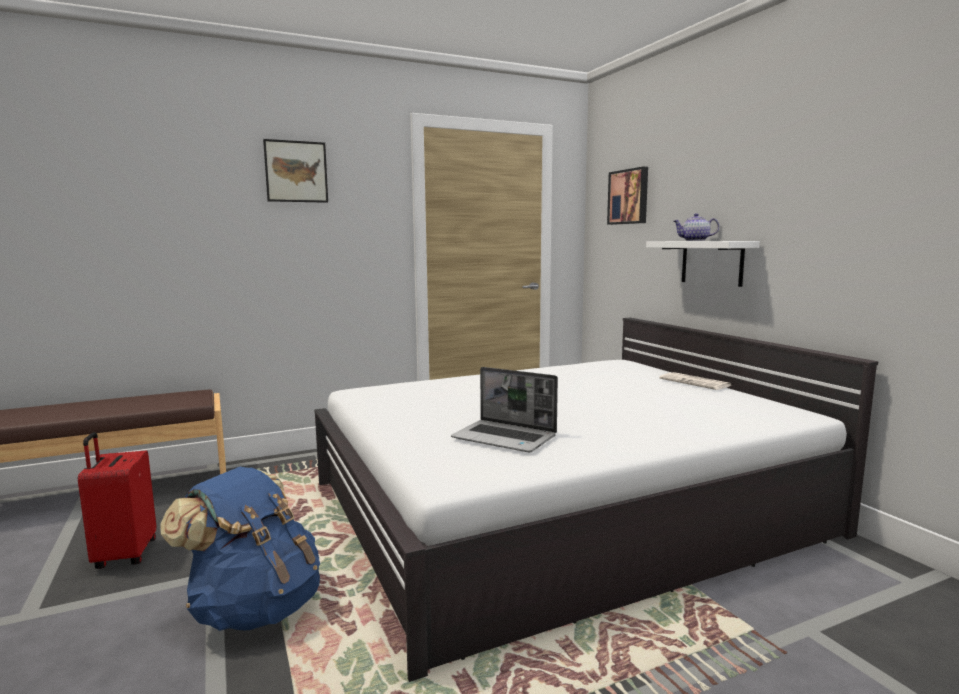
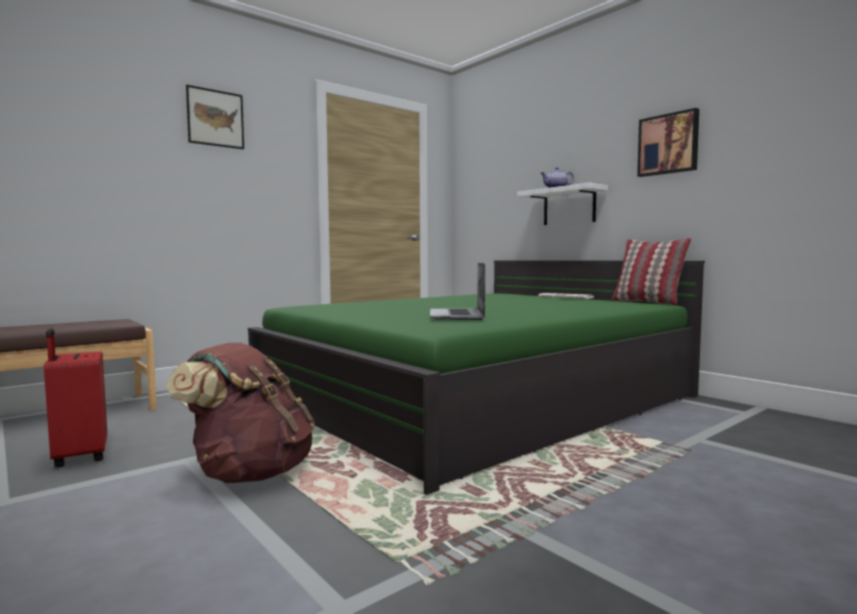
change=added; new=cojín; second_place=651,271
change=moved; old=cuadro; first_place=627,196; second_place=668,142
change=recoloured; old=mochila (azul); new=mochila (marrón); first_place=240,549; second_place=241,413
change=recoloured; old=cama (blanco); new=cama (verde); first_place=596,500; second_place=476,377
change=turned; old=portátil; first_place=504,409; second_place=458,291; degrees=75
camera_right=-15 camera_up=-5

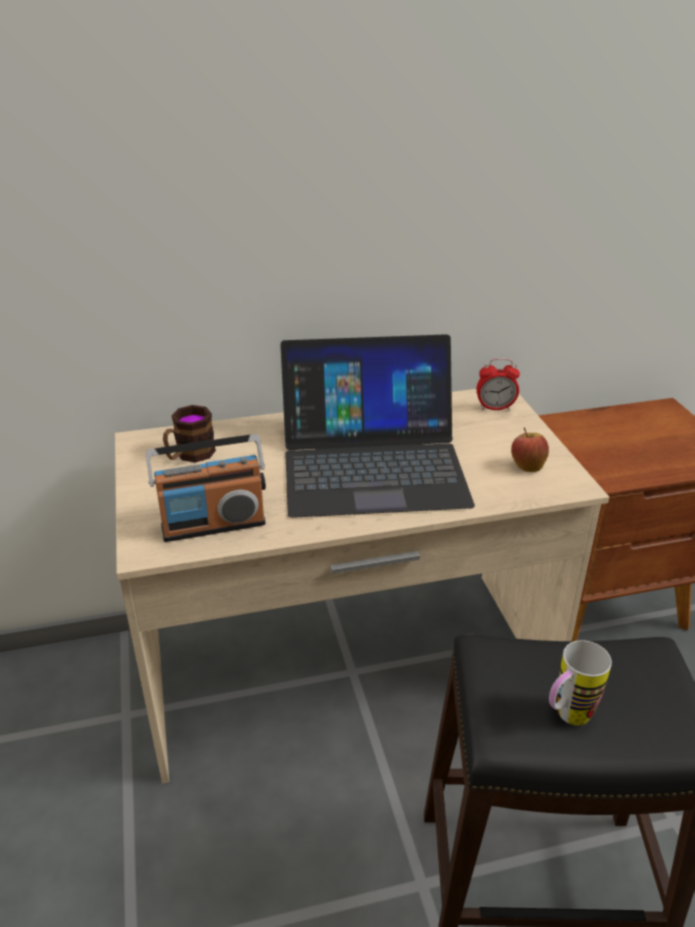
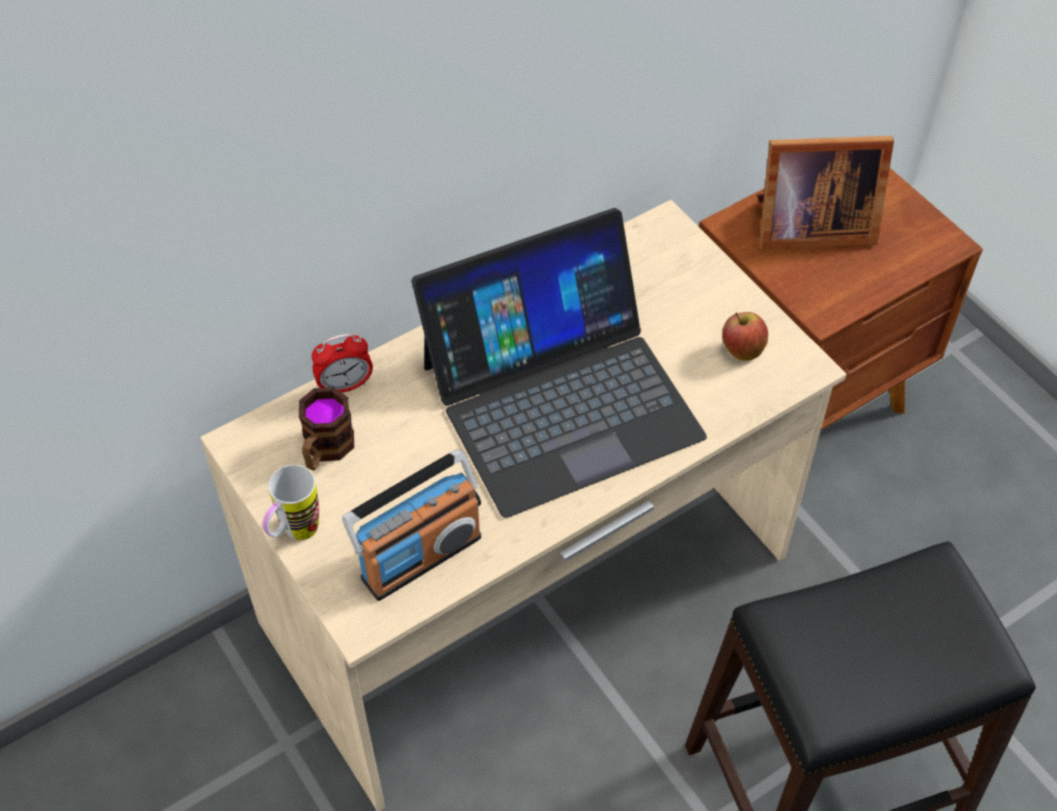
change=added; new=portarretratos; second_place=825,193
change=moved; old=despertador; first_place=498,384; second_place=342,363
change=moved; old=taza grande; first_place=580,683; second_place=290,502
camera_right=-20 camera_up=20

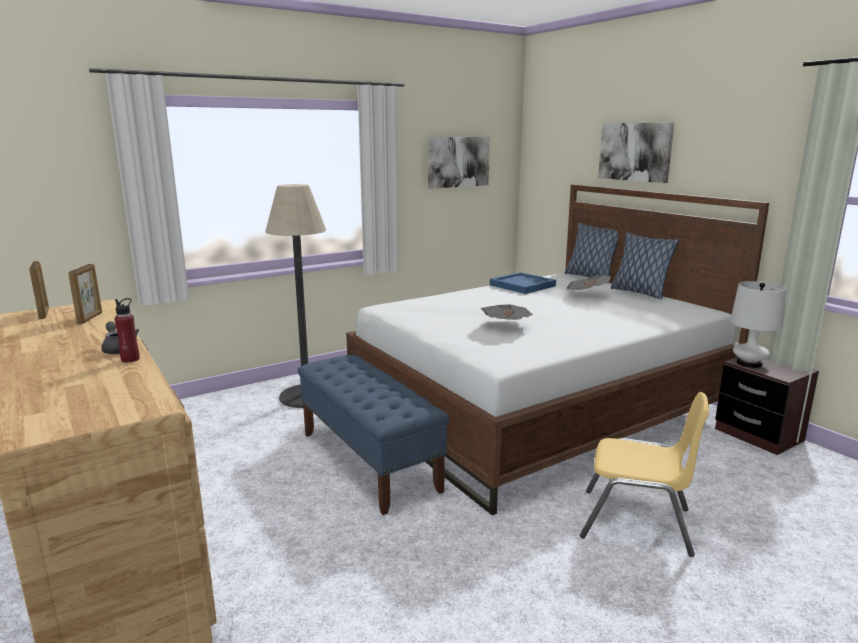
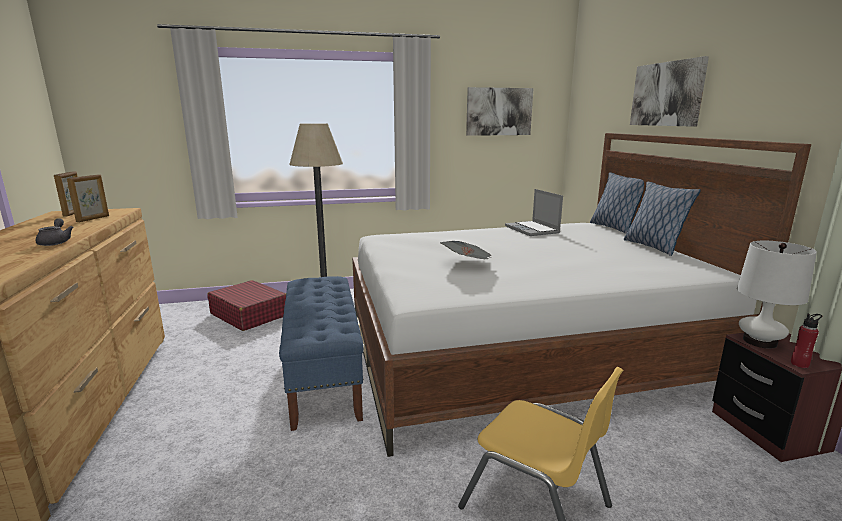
change=removed; old=periódico; first_place=588,282
change=added; new=maleta (rojo); second_place=246,305
change=moved; old=botella (rojo); first_place=127,330; second_place=806,341
change=replaced; old=bandeja (azul); new=portátil; first_place=523,283; second_place=534,212
camera_right=20 camera_up=0

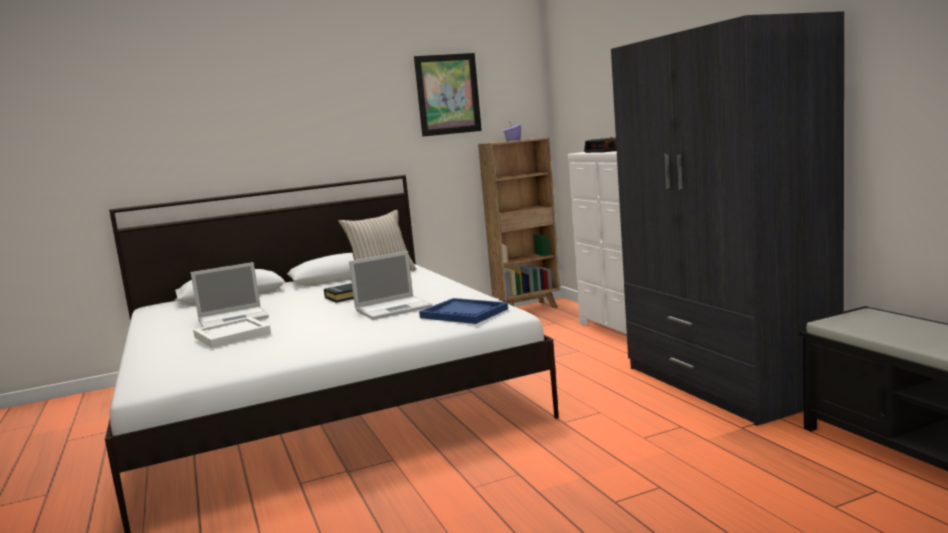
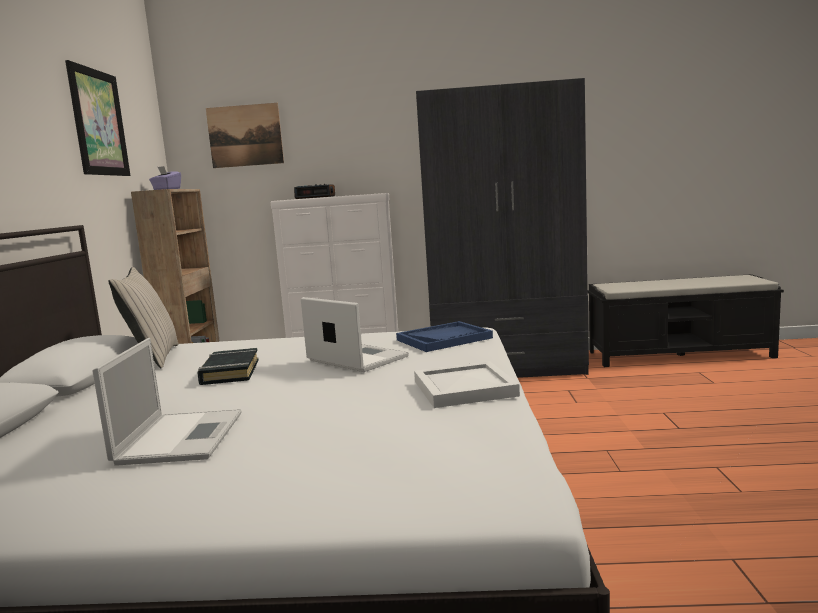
change=added; new=cuadro; second_place=245,135
change=moved; old=bandeja (blanco); first_place=232,332; second_place=467,384
change=turned; old=portátil; first_place=390,285; second_place=355,334; degrees=-45
camera_right=-65 camera_up=0

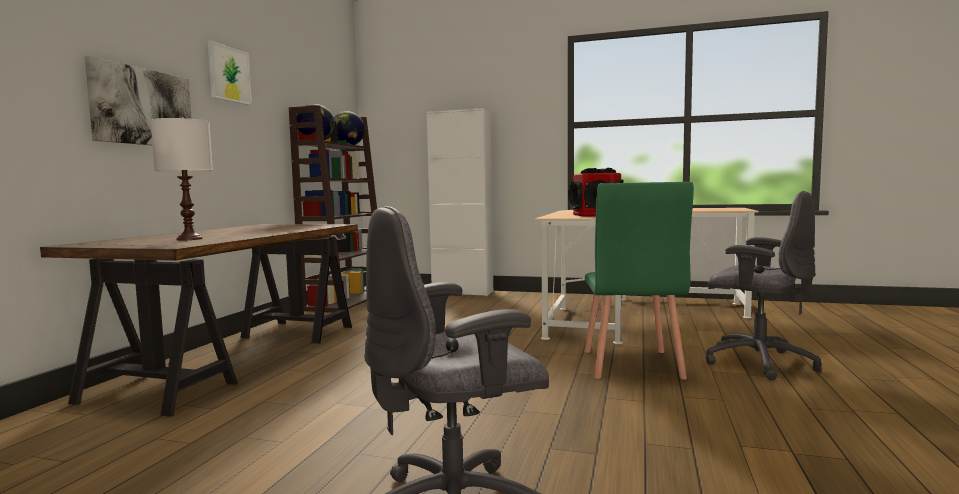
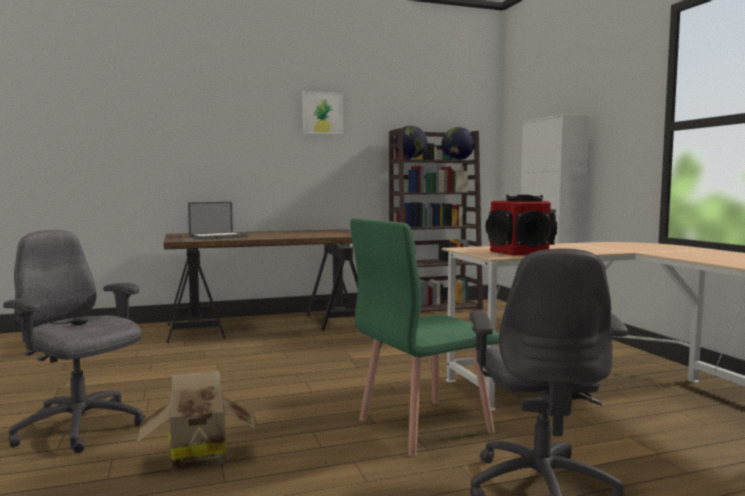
change=removed; old=cuadro; first_place=138,101
change=added; new=caja de cartón; second_place=195,420
change=replaced; old=lámpara de mesa (blanco); new=portátil; first_place=182,178; second_place=218,221
camera_right=55 camera_up=0

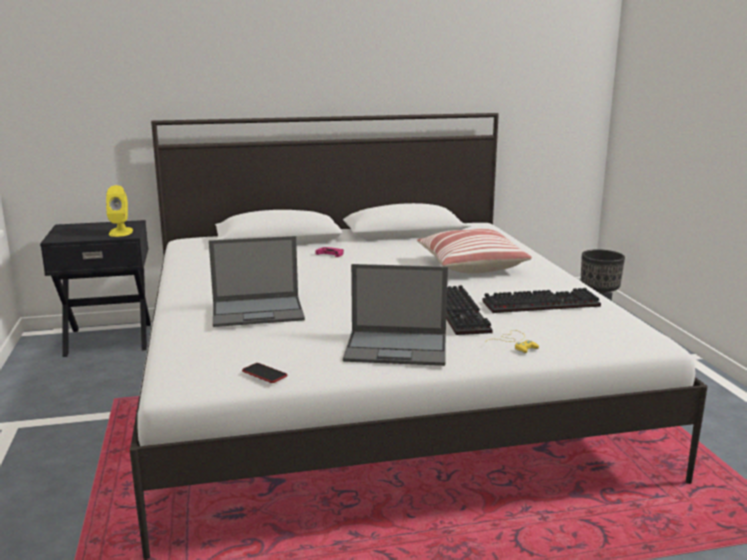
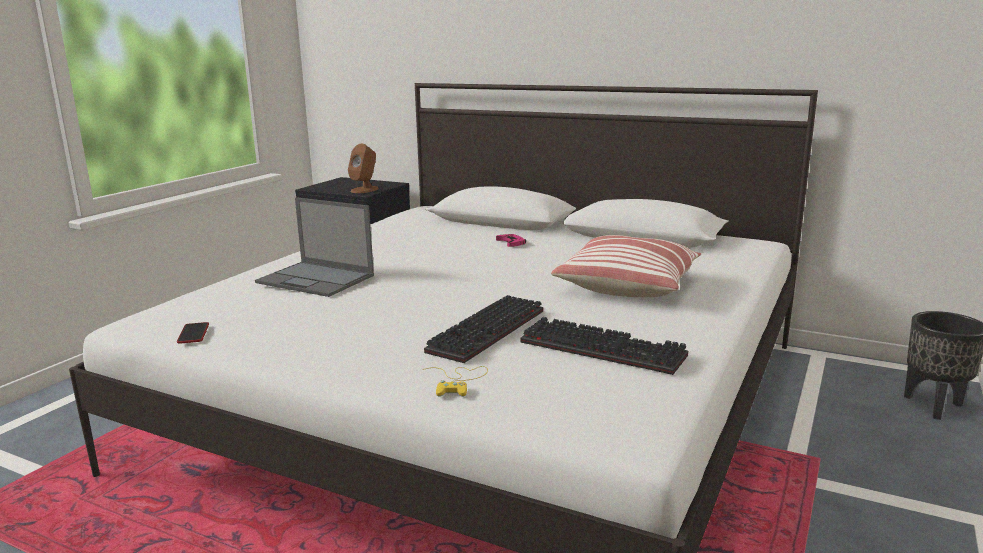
change=removed; old=portátil; first_place=395,315
change=recoloured; old=altavoz (amarillo); new=altavoz (marrón); first_place=119,211; second_place=363,168
camera_right=40 camera_up=0

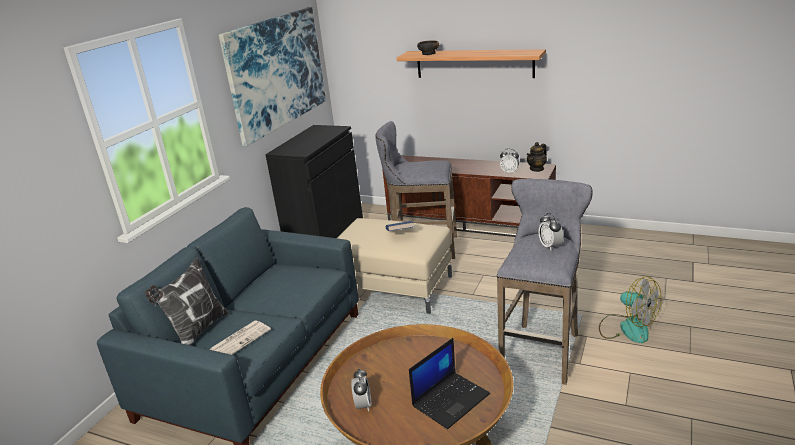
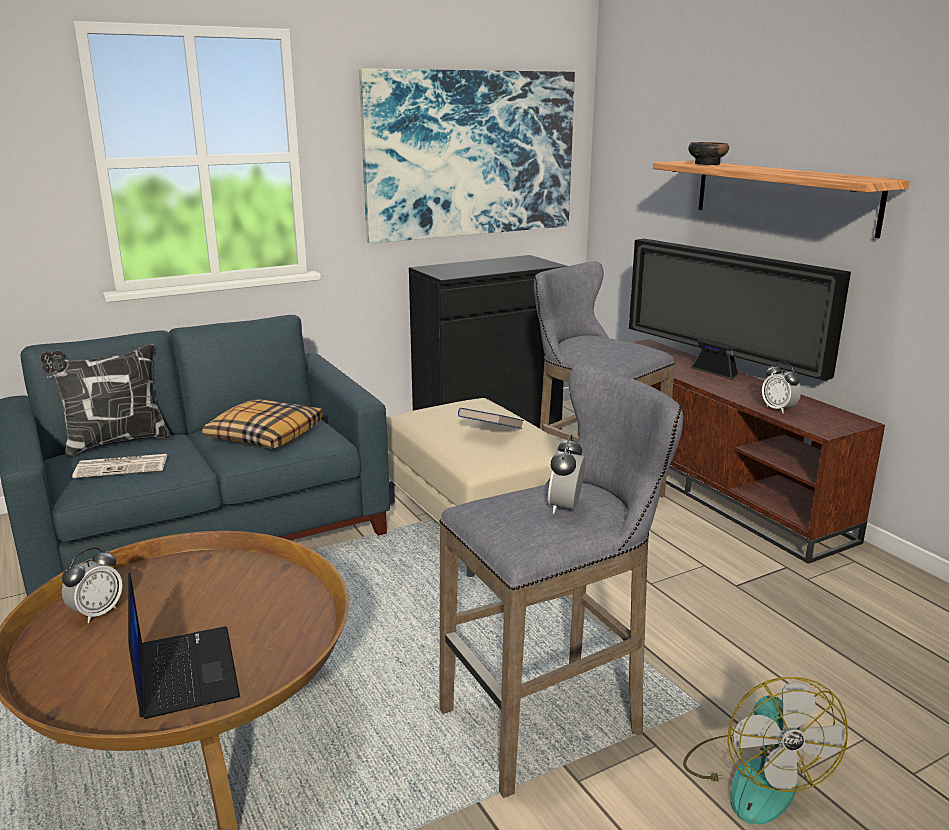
change=removed; old=tetera; first_place=537,157
change=added; new=cojín; second_place=262,424
change=added; new=televisor; second_place=740,309
change=turned; old=portátil; first_place=449,383; second_place=184,645; degrees=-105
camera_right=35 camera_up=-5

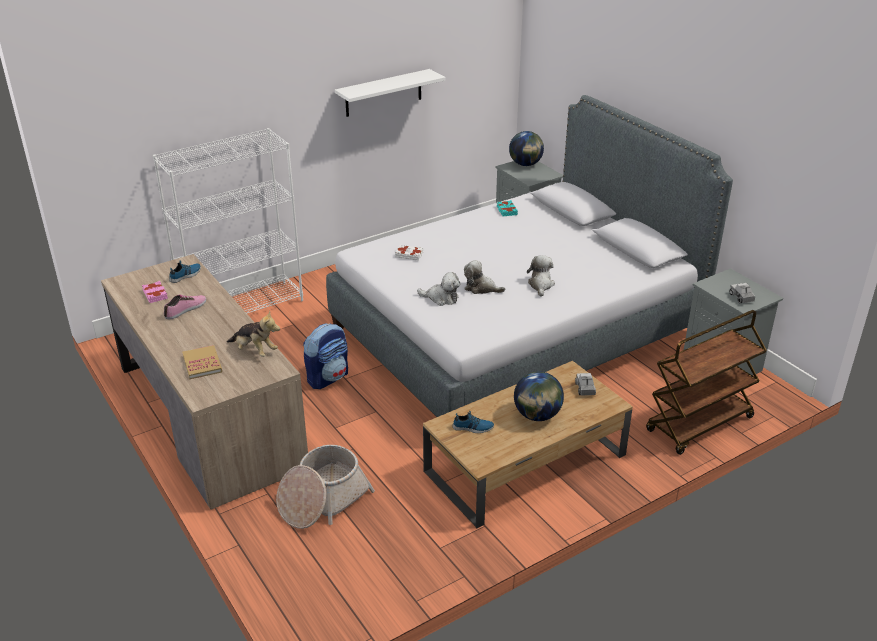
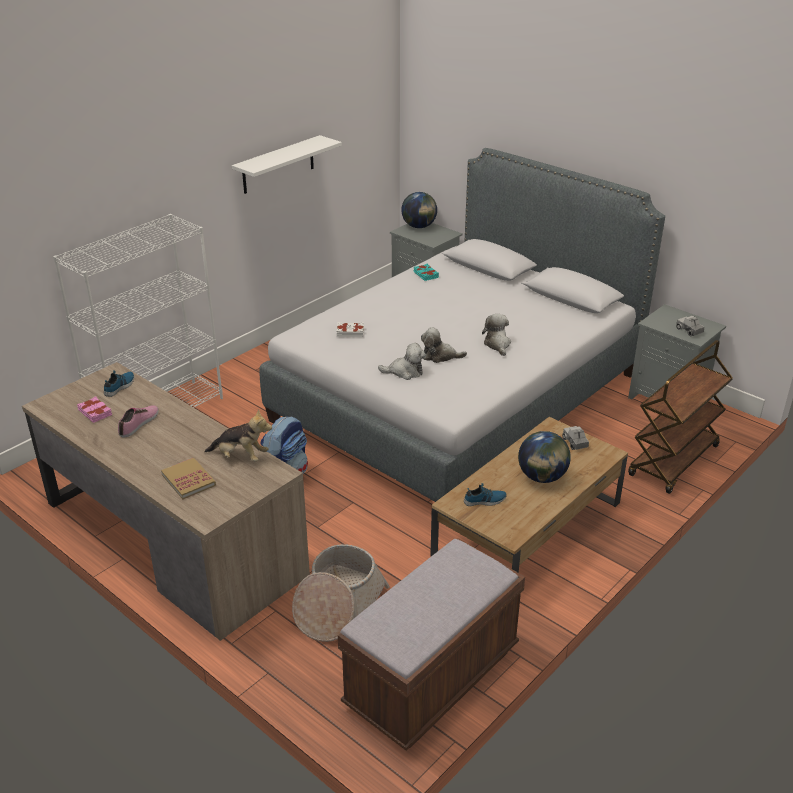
change=added; new=banco (marrón); second_place=431,644
camera_right=-15 camera_up=0

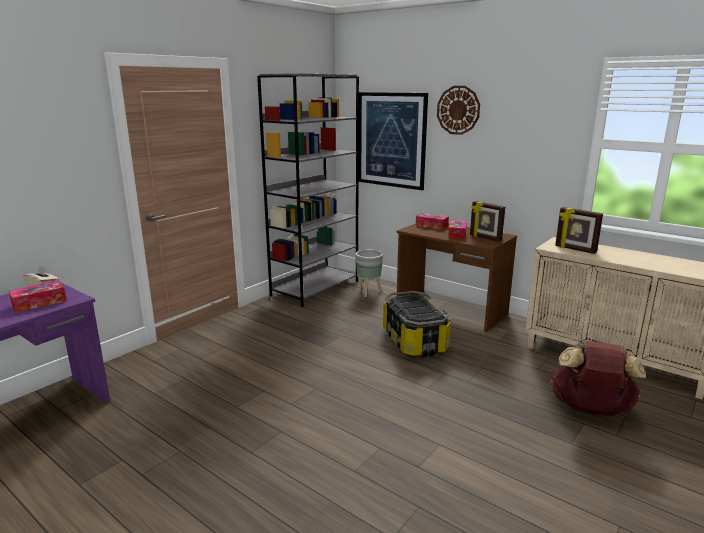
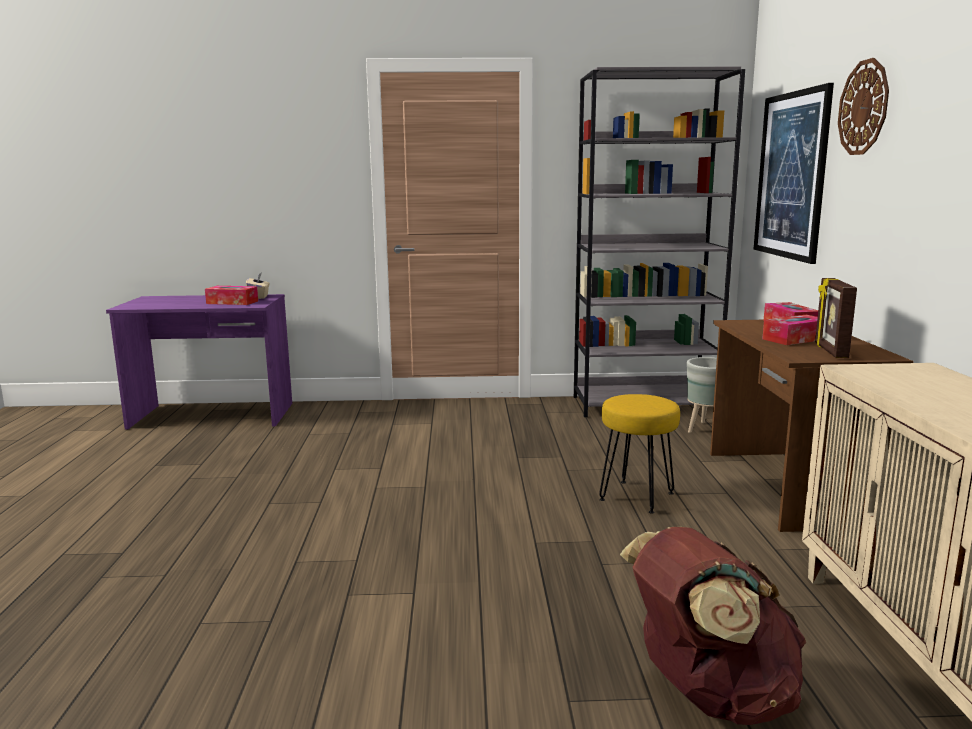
change=removed; old=portarretratos; first_place=579,230
change=replaced; old=caja de almacenaje; new=taburete (amarillo); first_place=417,324; second_place=639,454
camera_right=50 camera_up=-5

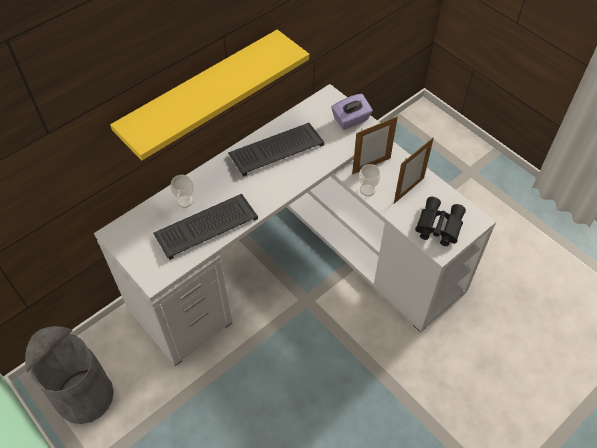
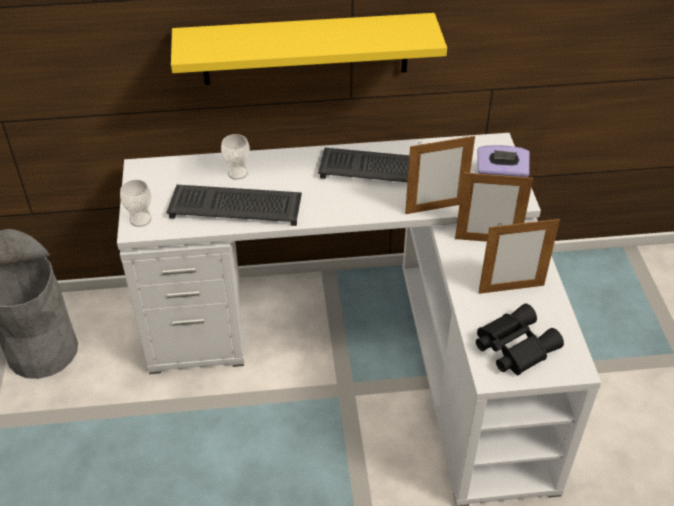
change=added; new=portarretratos; second_place=440,175
change=moved; old=taza; first_place=370,180; second_place=136,203
camera_right=35 camera_up=-10

